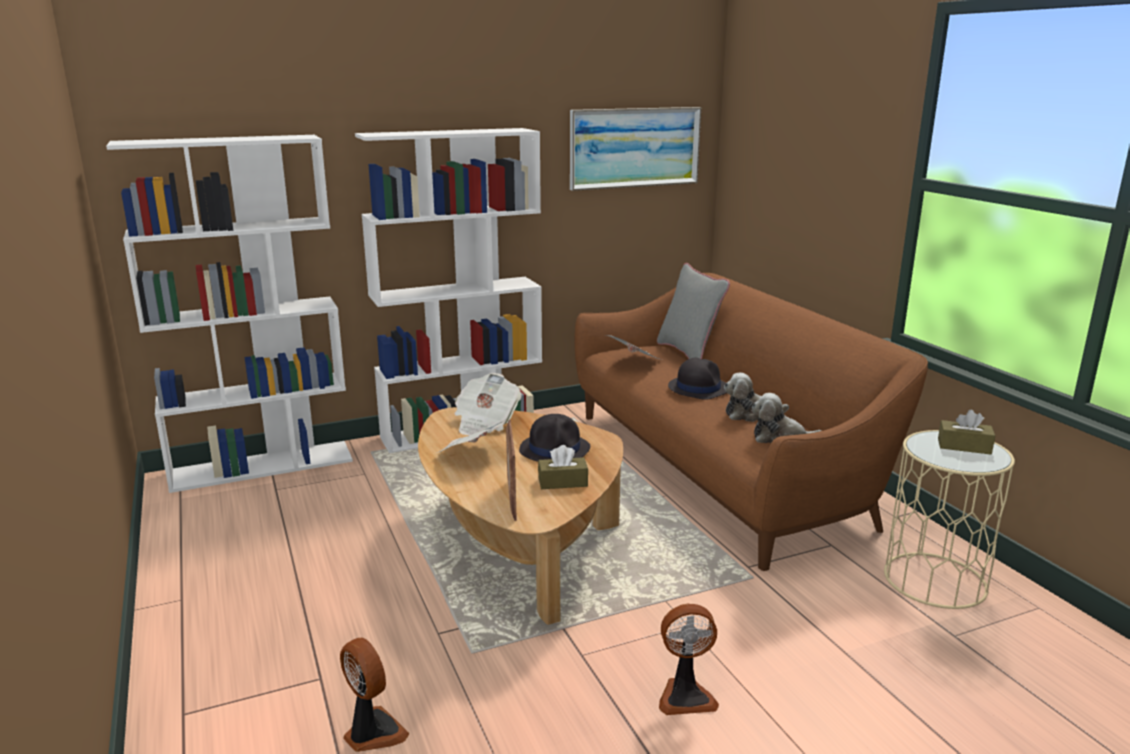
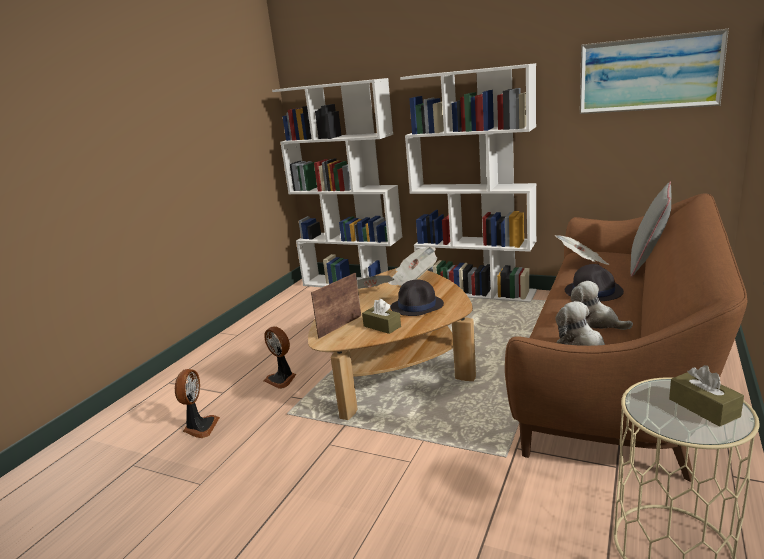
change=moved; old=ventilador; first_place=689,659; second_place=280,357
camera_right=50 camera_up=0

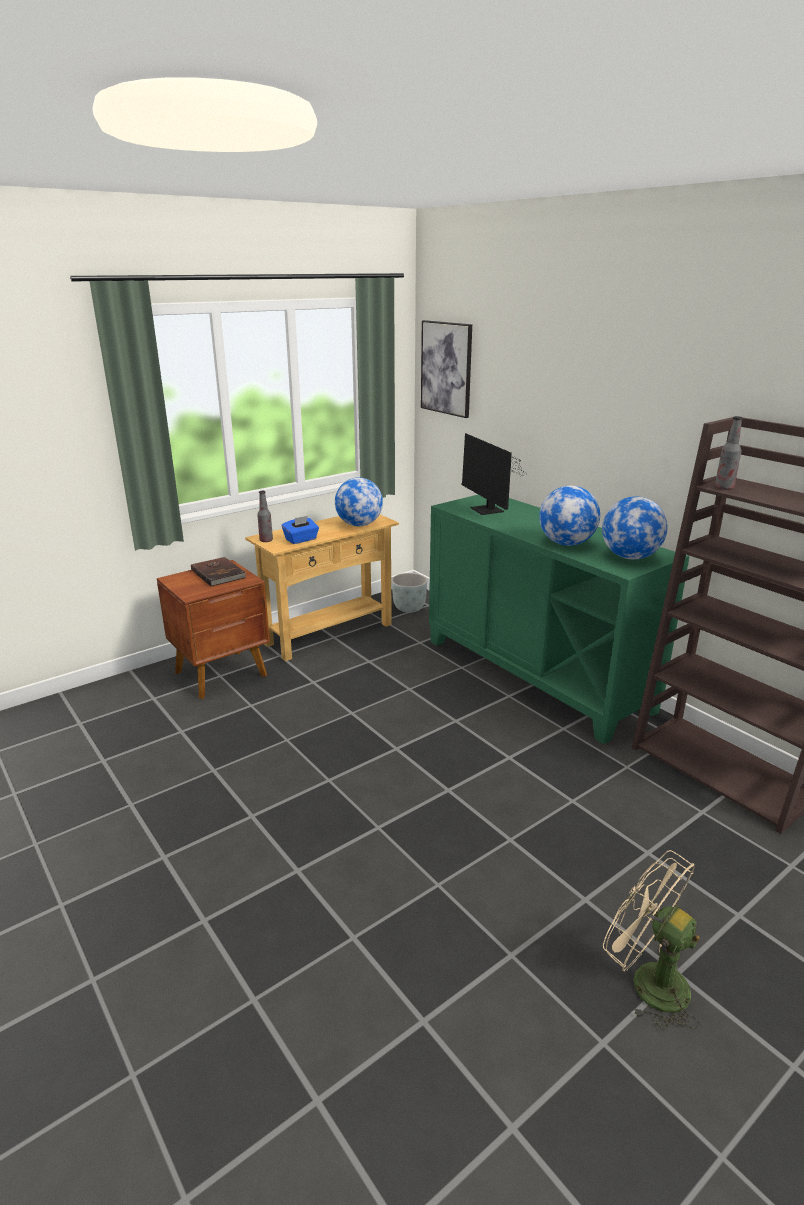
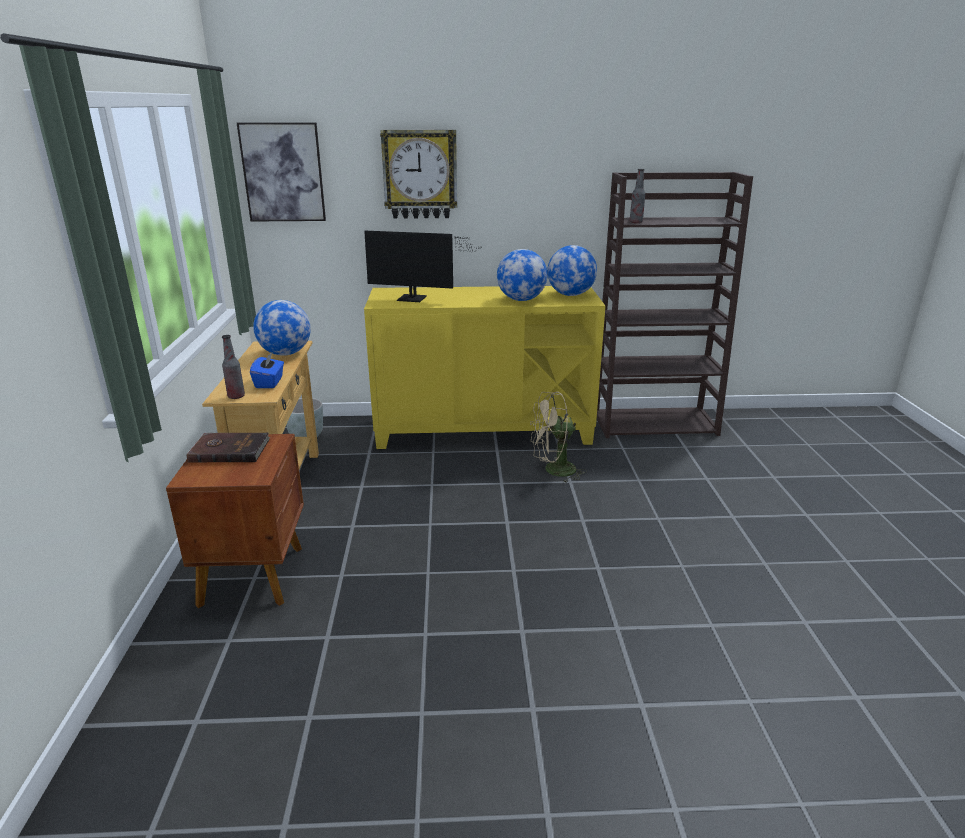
change=added; new=reloj de pared; second_place=418,174
change=moved; old=ventilador (beis); first_place=651,940; second_place=558,437
change=recoloured; old=armario (verde); new=armario (amarillo); first_place=559,619; second_place=485,367
camera_right=-55 camera_up=0

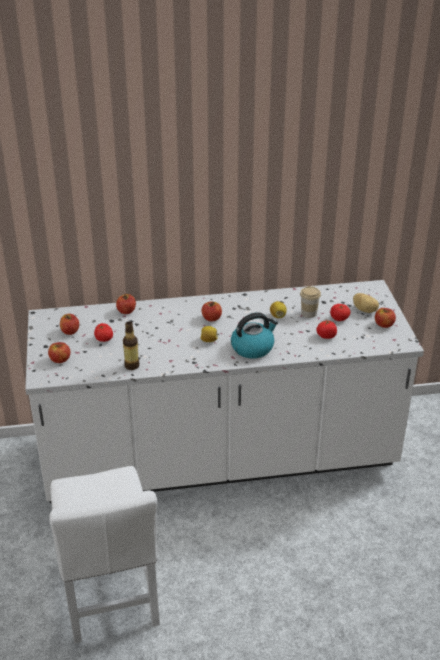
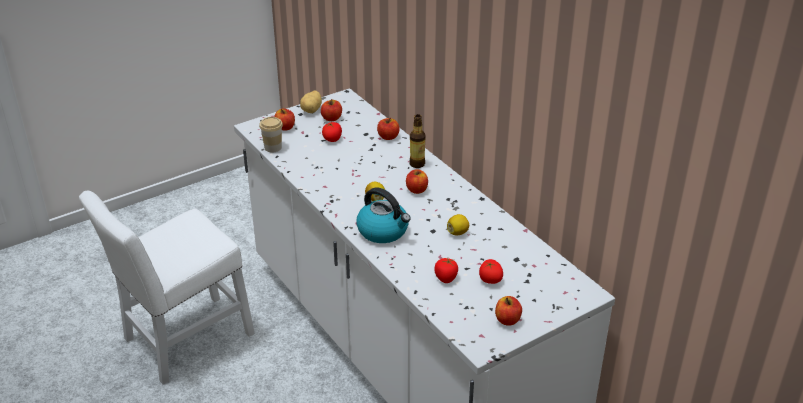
change=moved; old=botella; first_place=131,345; second_place=417,141
change=moved; old=taza; first_place=310,302; second_place=271,134
change=moved; old=patata; first_place=366,303; second_place=311,102
camera_right=65 camera_up=0

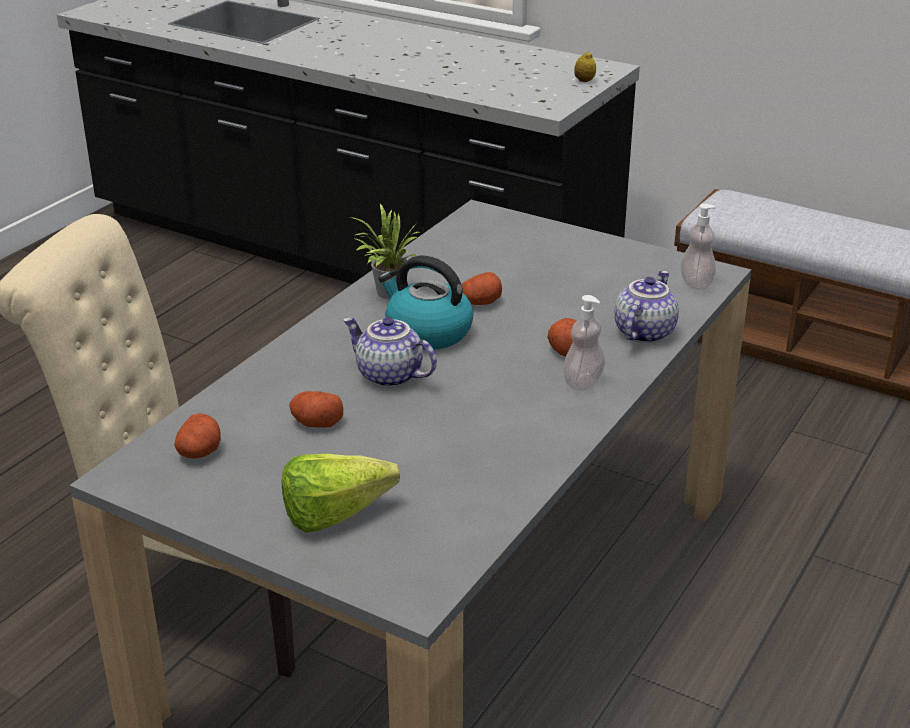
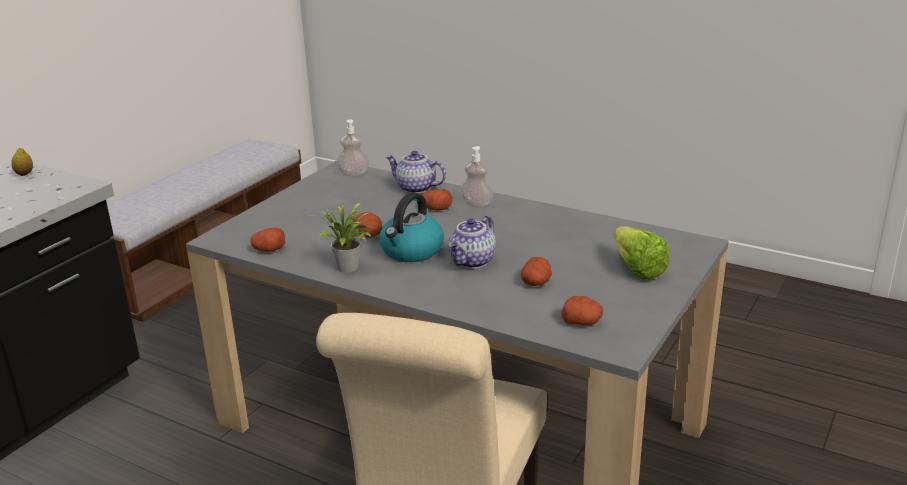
change=added; new=patata; second_place=267,239
camera_right=-90 camera_up=-5

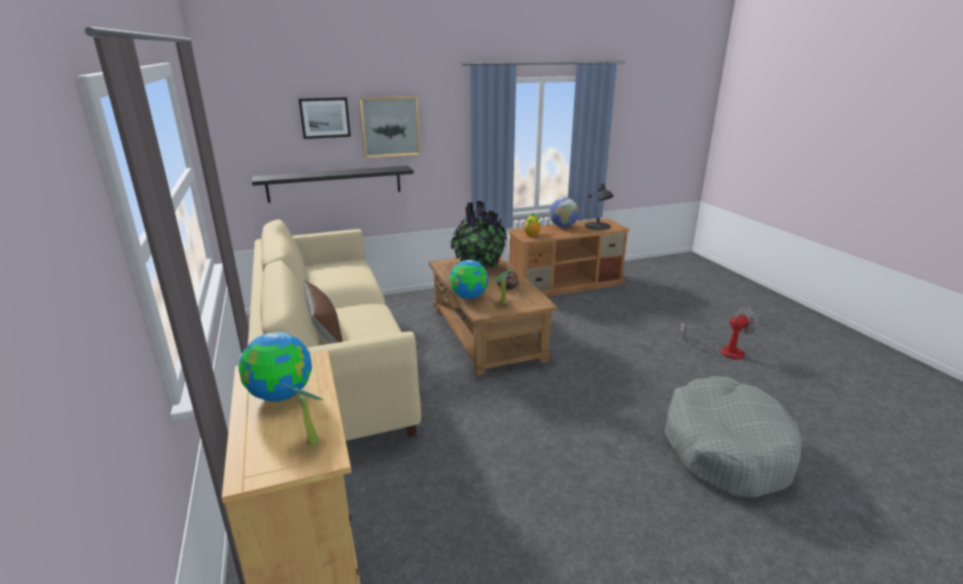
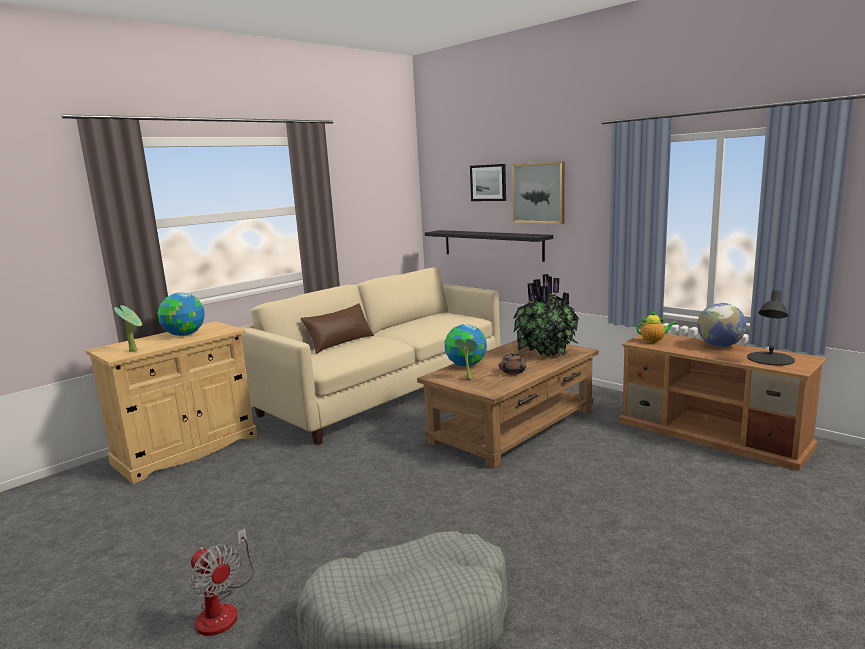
change=moved; old=ventilador; first_place=719,333; second_place=222,582
camera_right=65 camera_up=-10

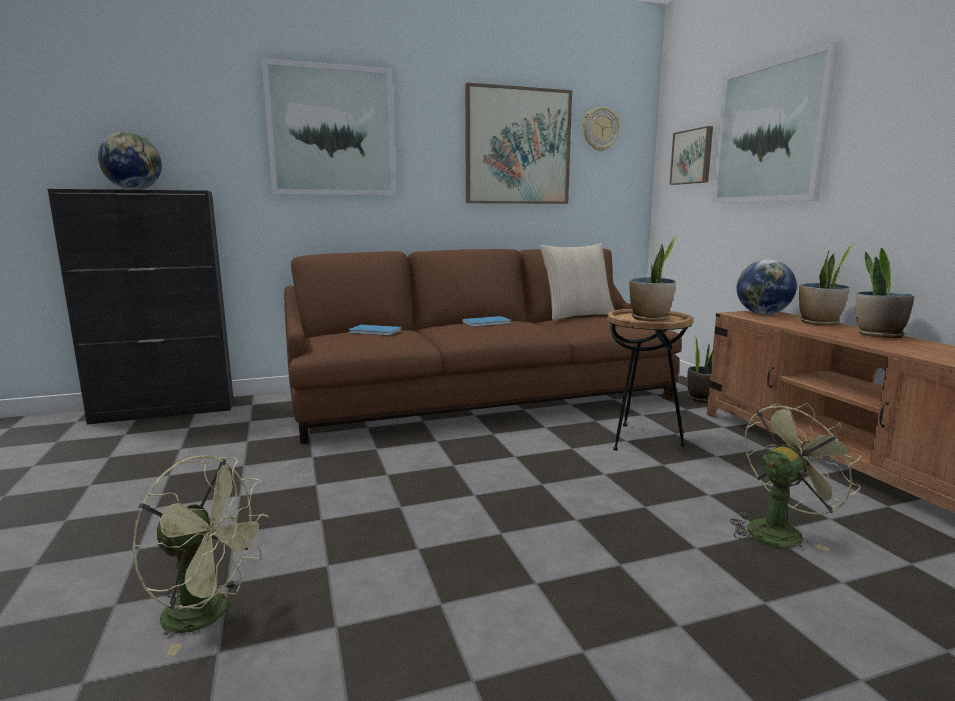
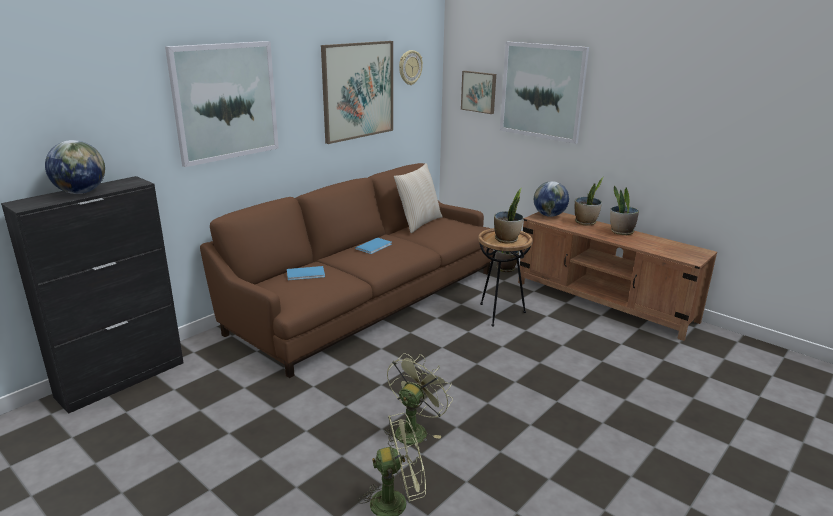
change=moved; old=ventilador (verde); first_place=796,477; second_place=418,399
camera_right=-30 camera_up=10

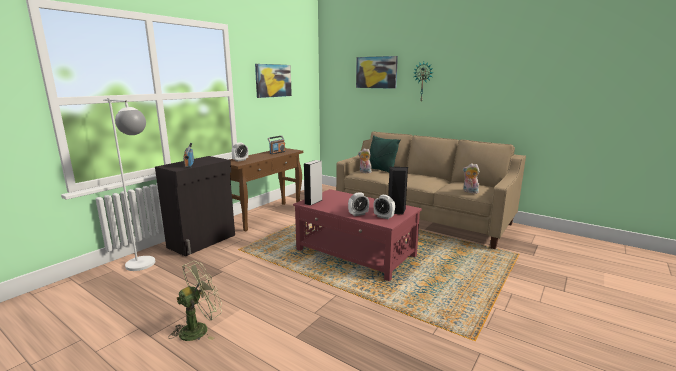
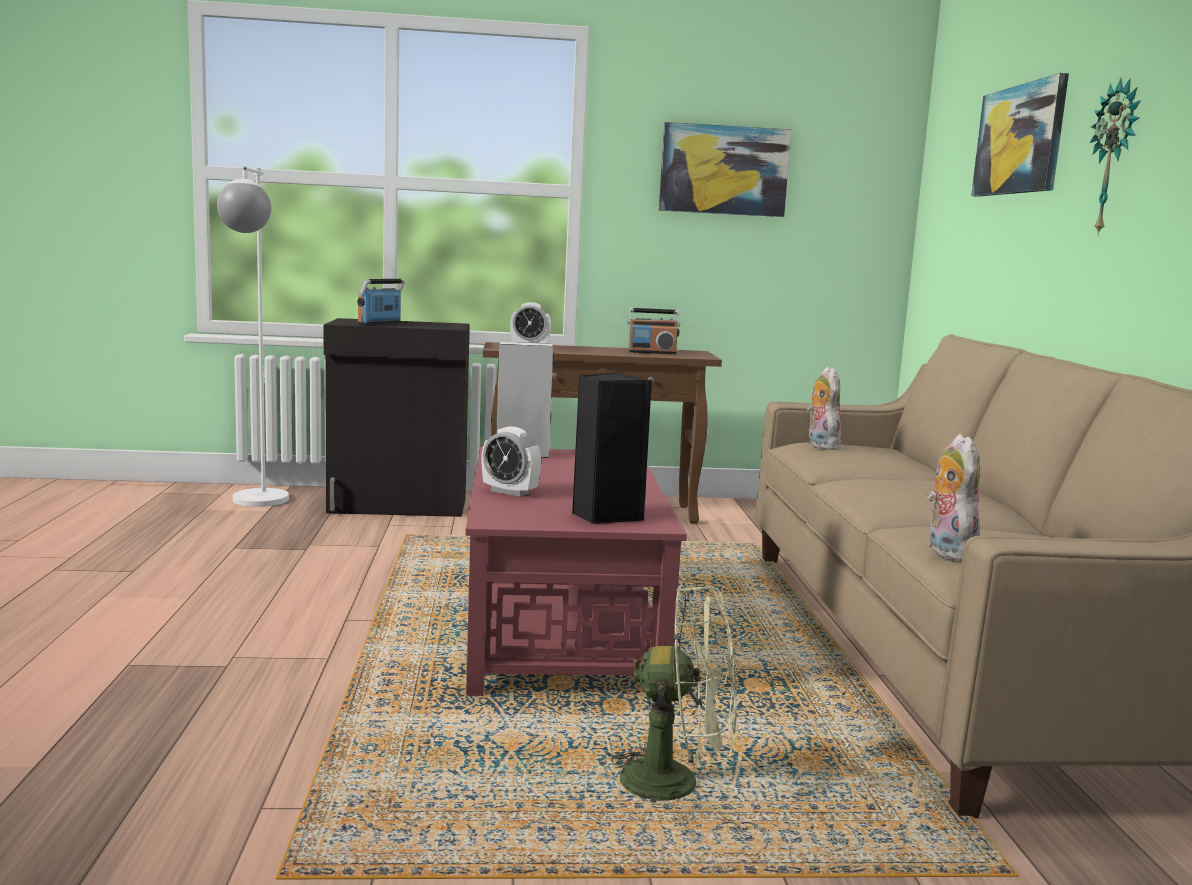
change=removed; old=cojín (verde); first_place=385,154
change=removed; old=despertador; first_place=384,207
change=moved; old=ventilador (verde); first_place=195,301; second_place=669,702
camera_right=50 camera_up=-5

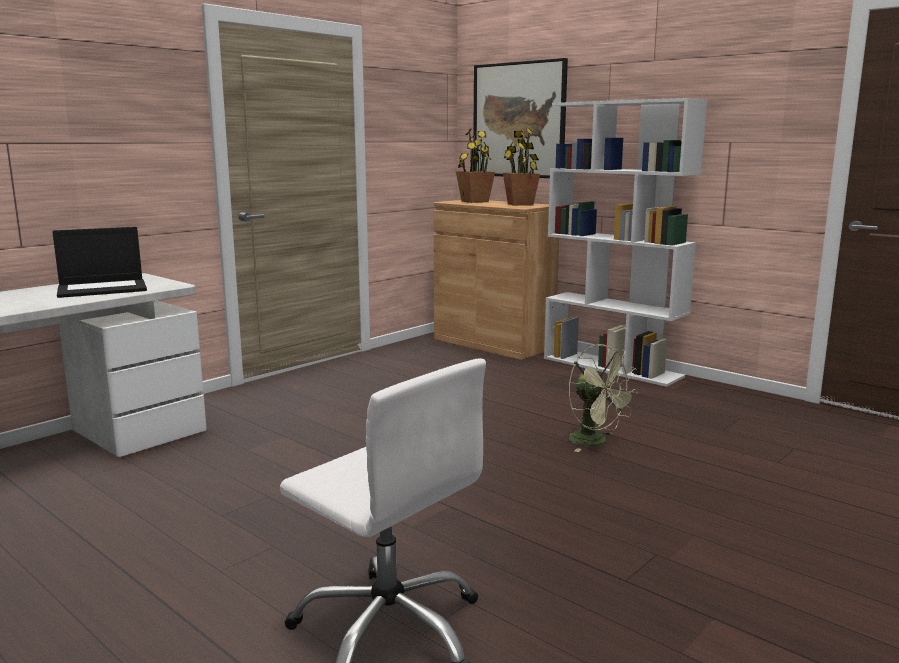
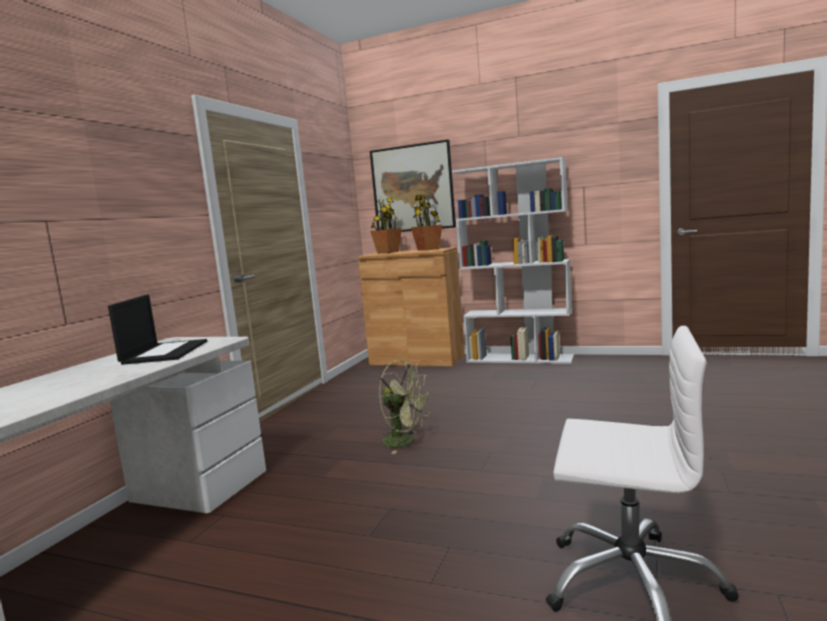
change=moved; old=ventilador (verde); first_place=604,398; second_place=405,407
change=turned; old=portátil; first_place=99,262; second_place=157,329; degrees=-45
camera_right=-20 camera_up=-5

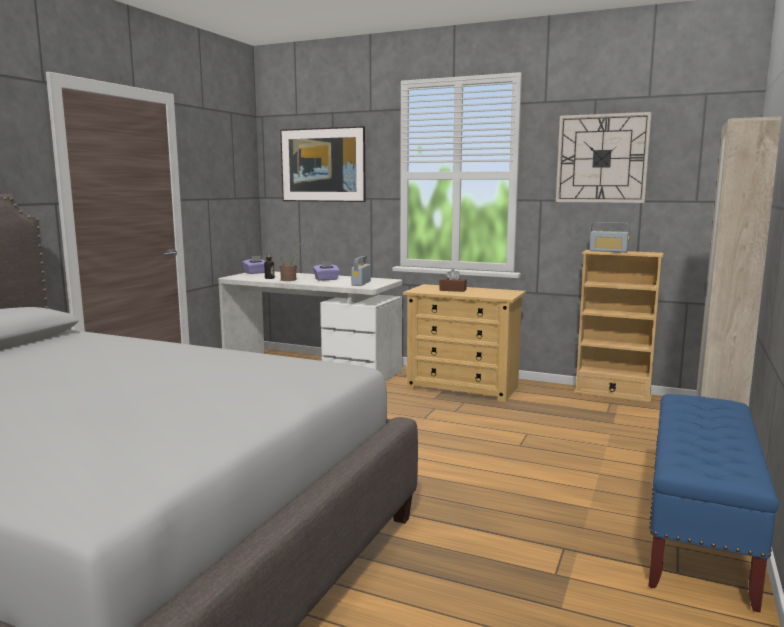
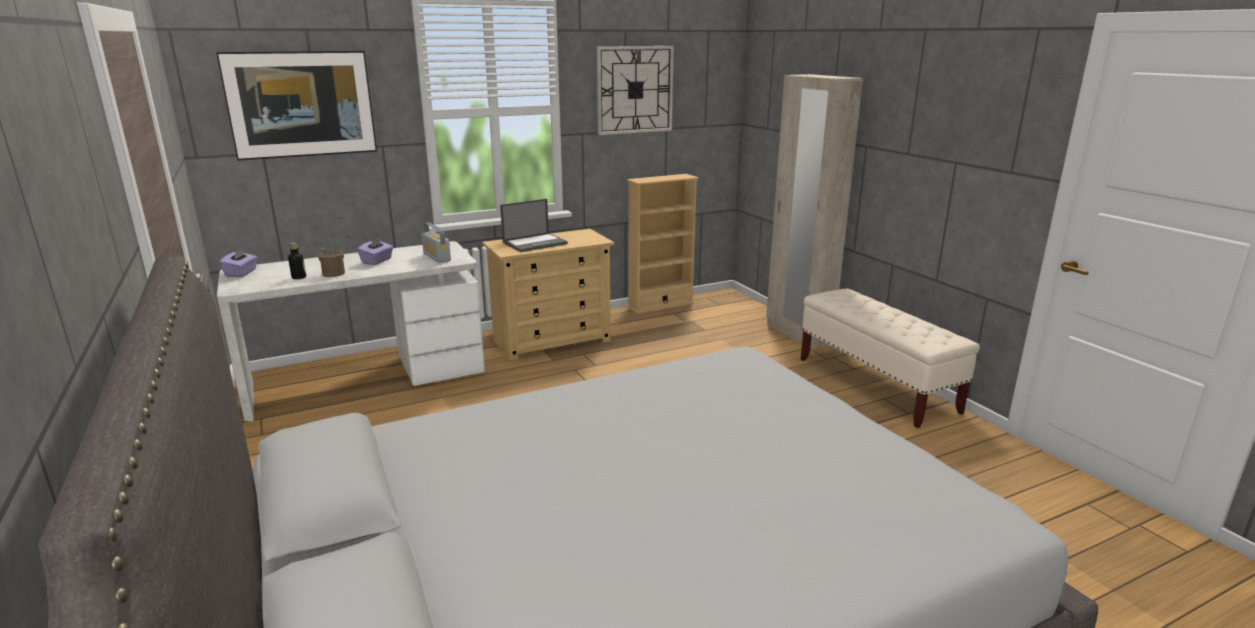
change=removed; old=radio; first_place=609,237
change=replaced; old=caja de pañuelos (marrón); new=portátil; first_place=453,280; second_place=534,225
change=recoloured; old=banco (azul); new=banco (beis); first_place=714,503; second_place=890,358
camera_right=-50 camera_up=10

